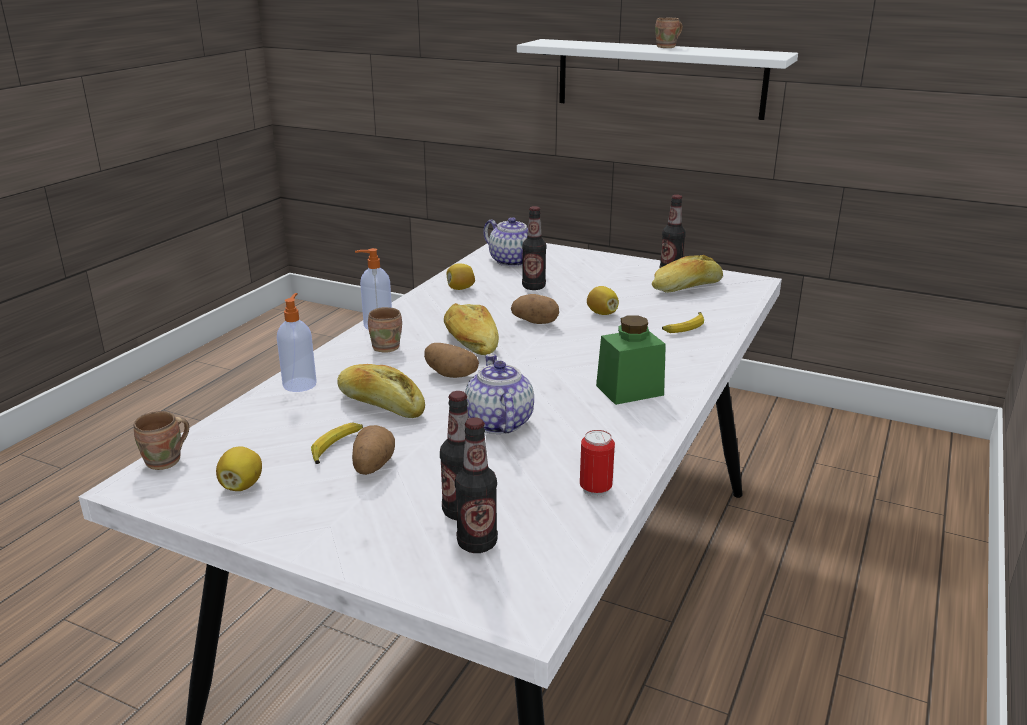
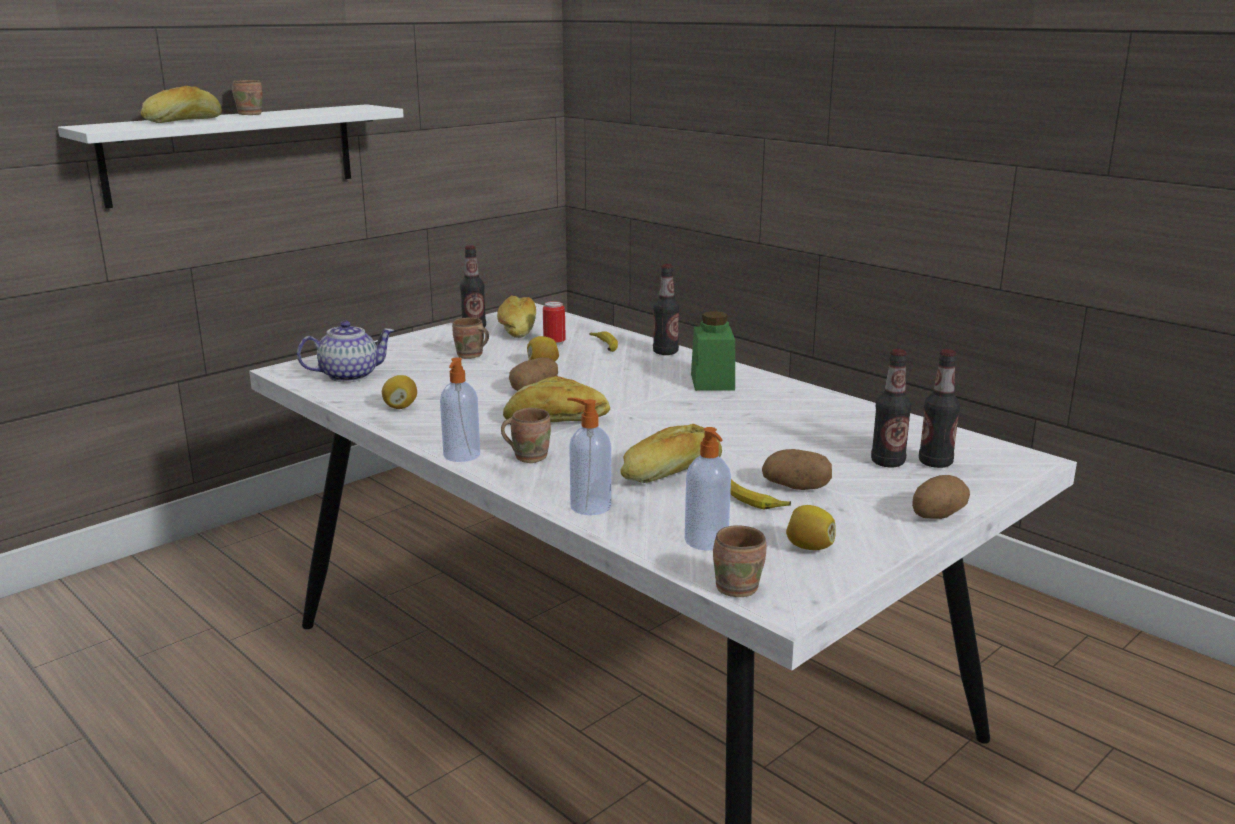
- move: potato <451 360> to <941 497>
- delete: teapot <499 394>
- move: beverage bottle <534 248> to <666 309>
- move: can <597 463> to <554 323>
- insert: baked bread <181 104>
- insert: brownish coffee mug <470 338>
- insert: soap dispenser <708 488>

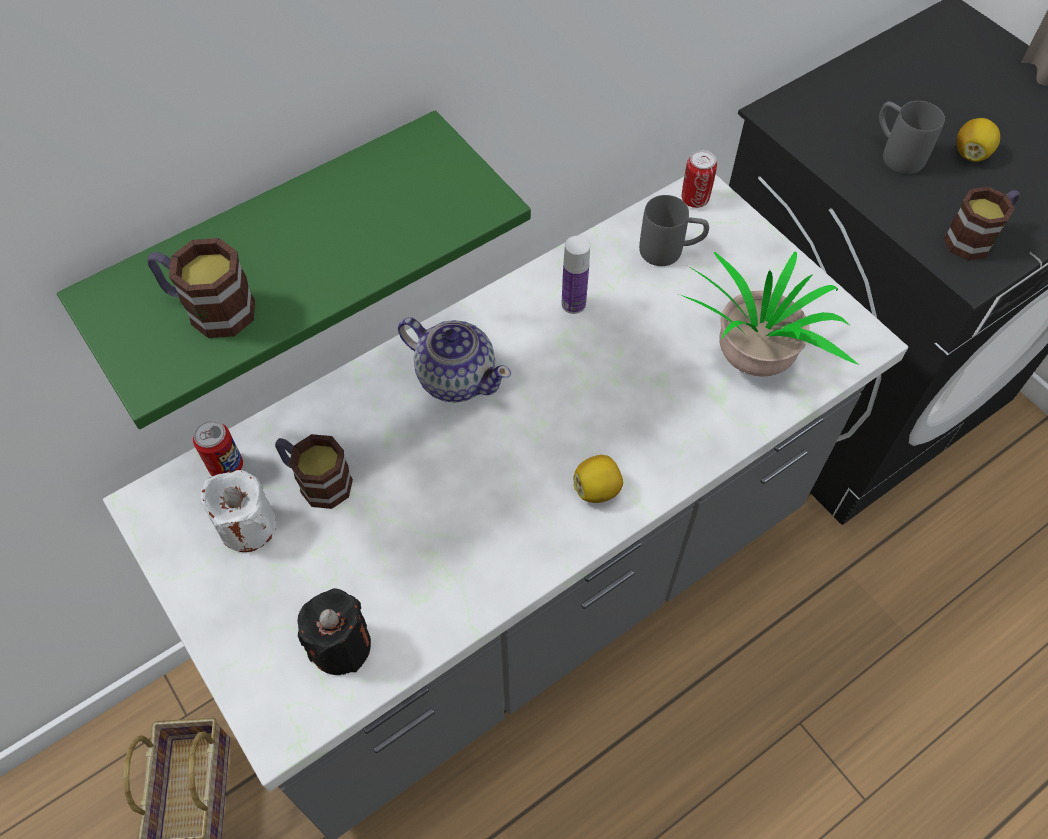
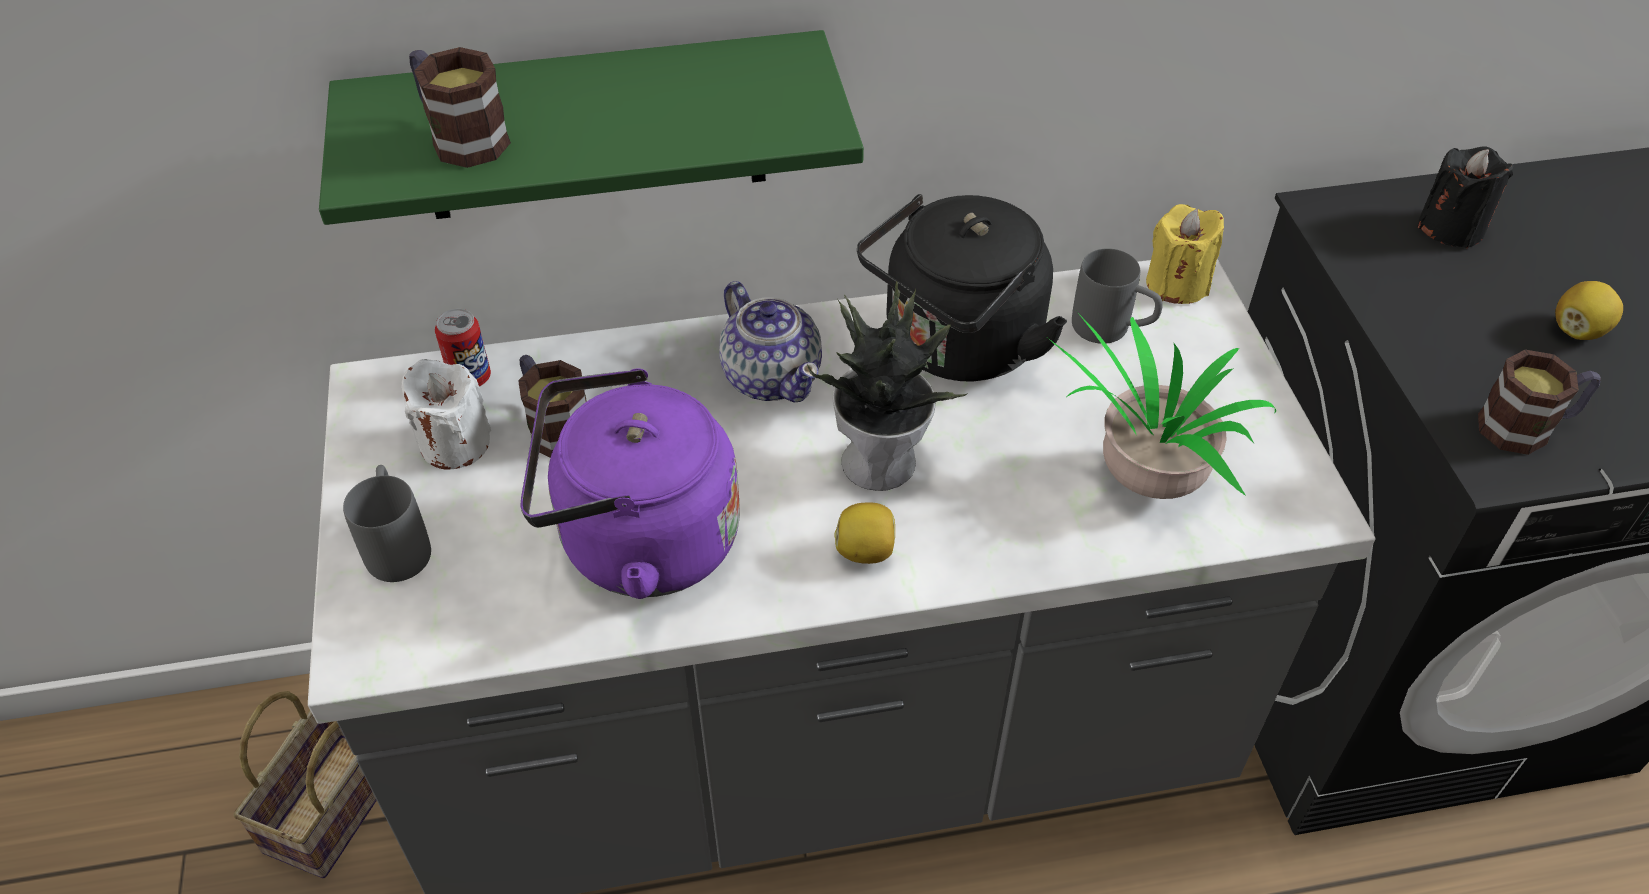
- move: blackish candle <334 631> to <1465 197>
- replace: beverage bottle <576 275> to blackish tea kettle <962 288>
- replace: can <699 179> to yellow-coloured candle <1185 254>
- move: grey coffee mug <912 137> to <387 523>
- insert: purplish tea kettle <630 483>
- insert: potted plant <887 386>

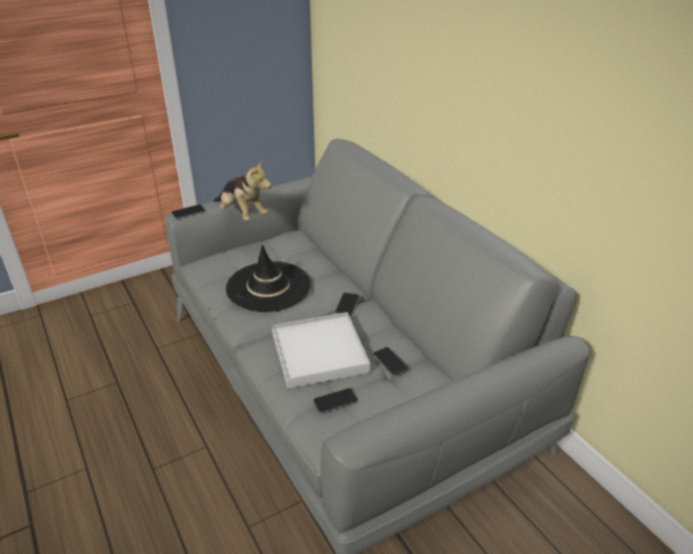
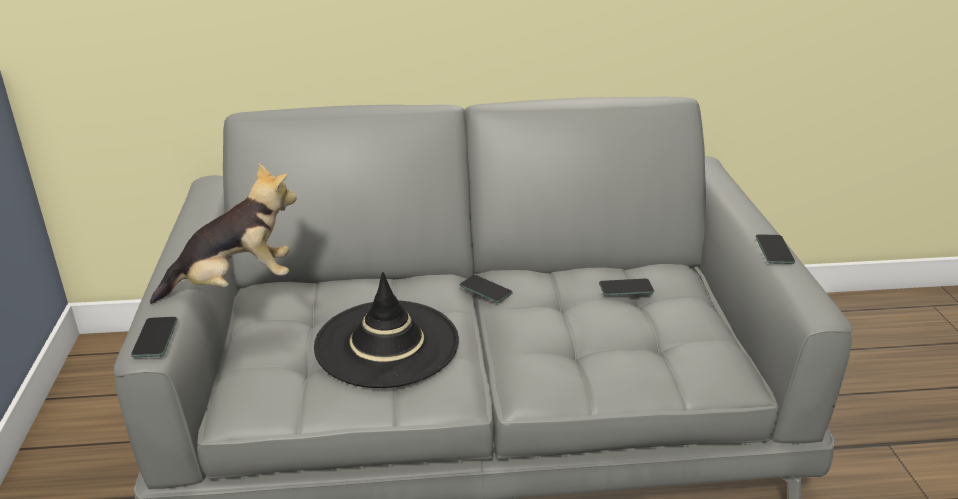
- delete: whitish carrying tray <321 350>
- move: telephone <335 400> to <775 249>

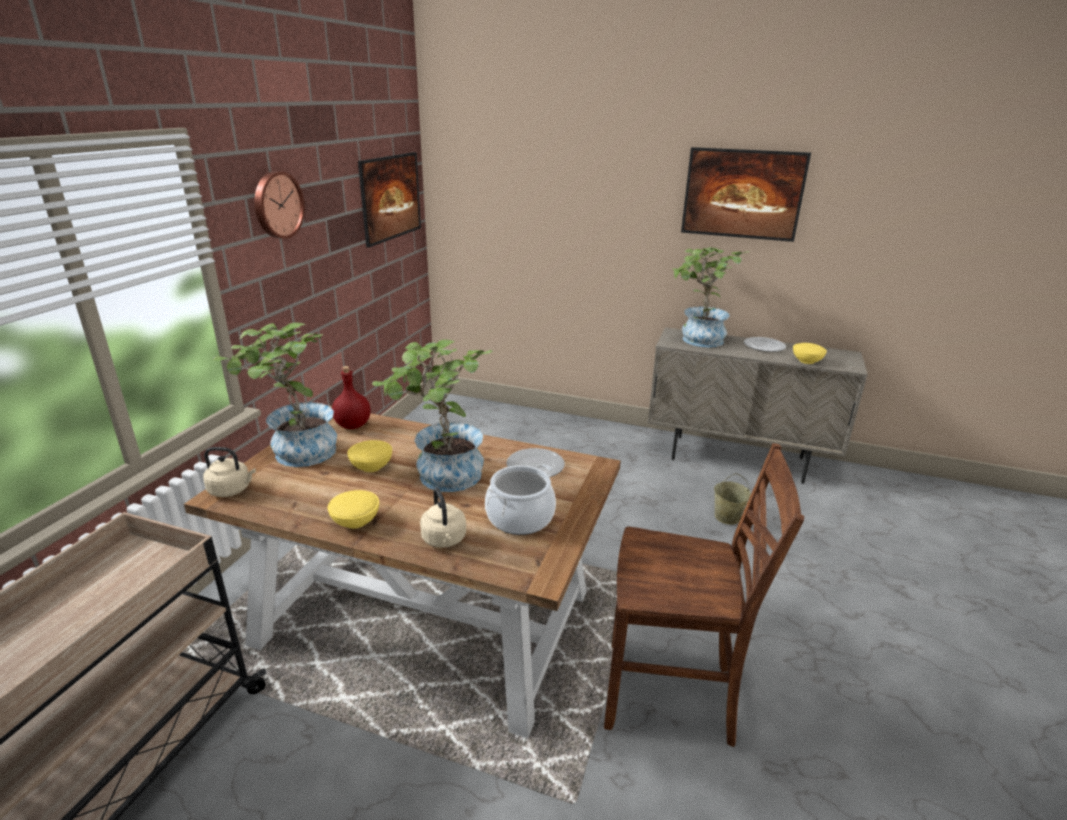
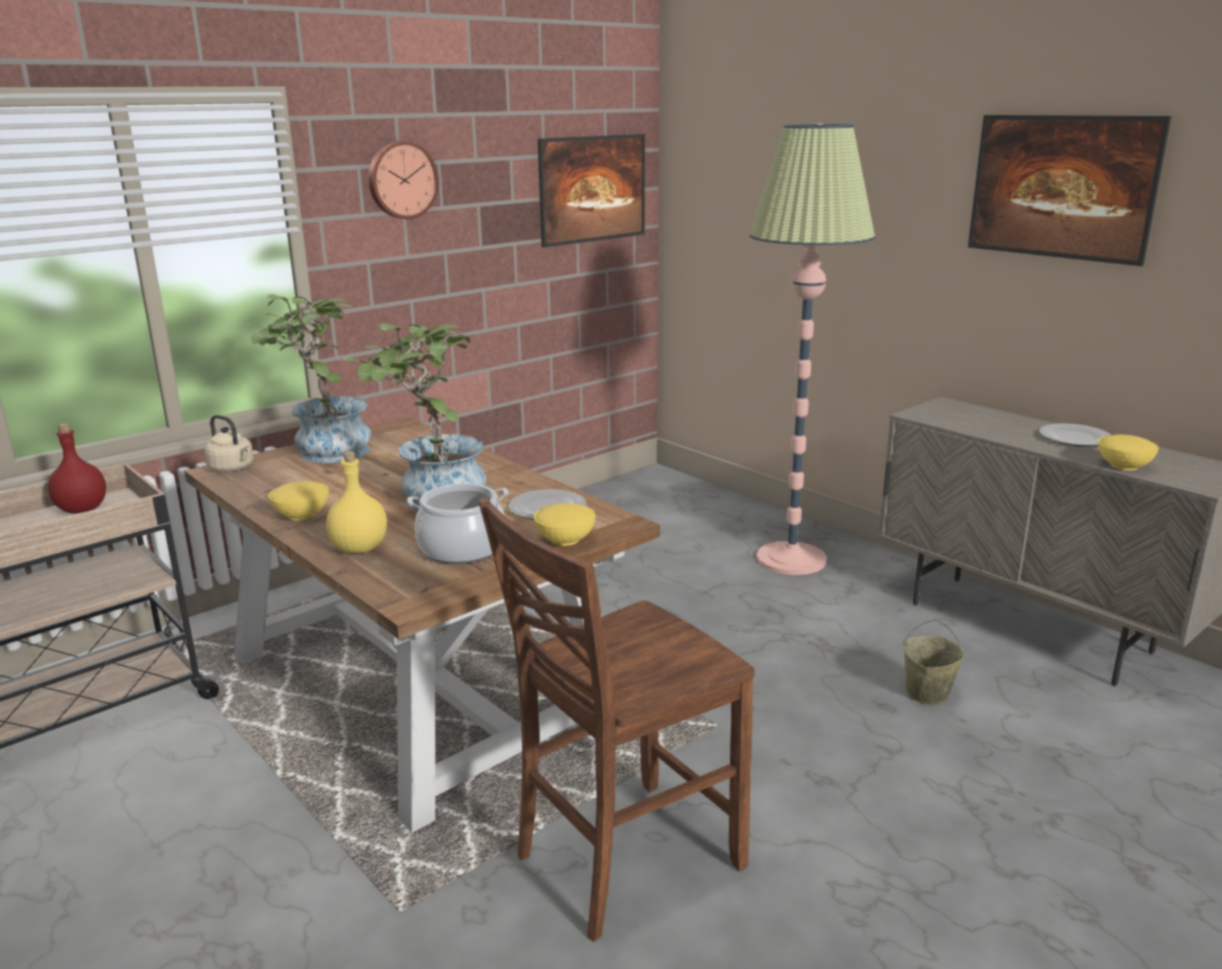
- move: reddish beverage bottle <351 397> to <77 468>
- move: yellow-coloured bowl <369 456> to <565 524>
- replace: beige-coloured tea kettle <443 518> to yellow-coloured beverage bottle <356 502>
- rotate: brownish upright chair <704 595> = <616 719> 105 degrees clockwise
- delete: potted plant <711 297>
- insert: floor lamp <812 349>

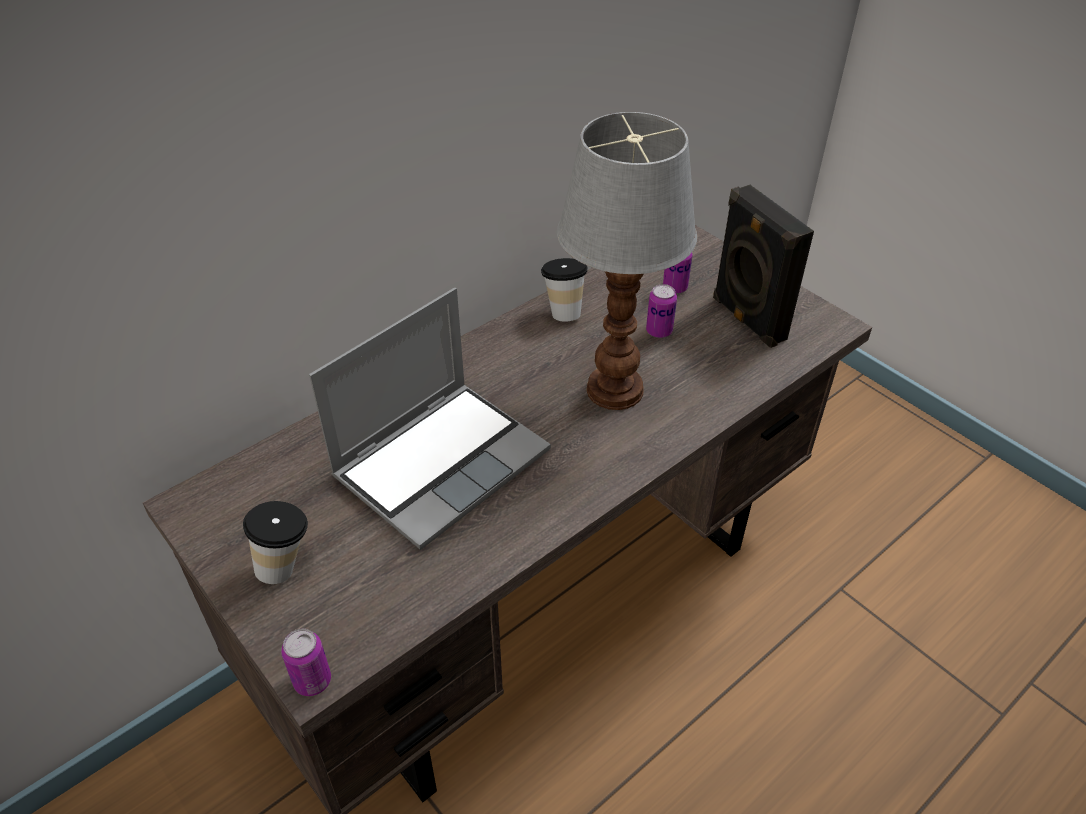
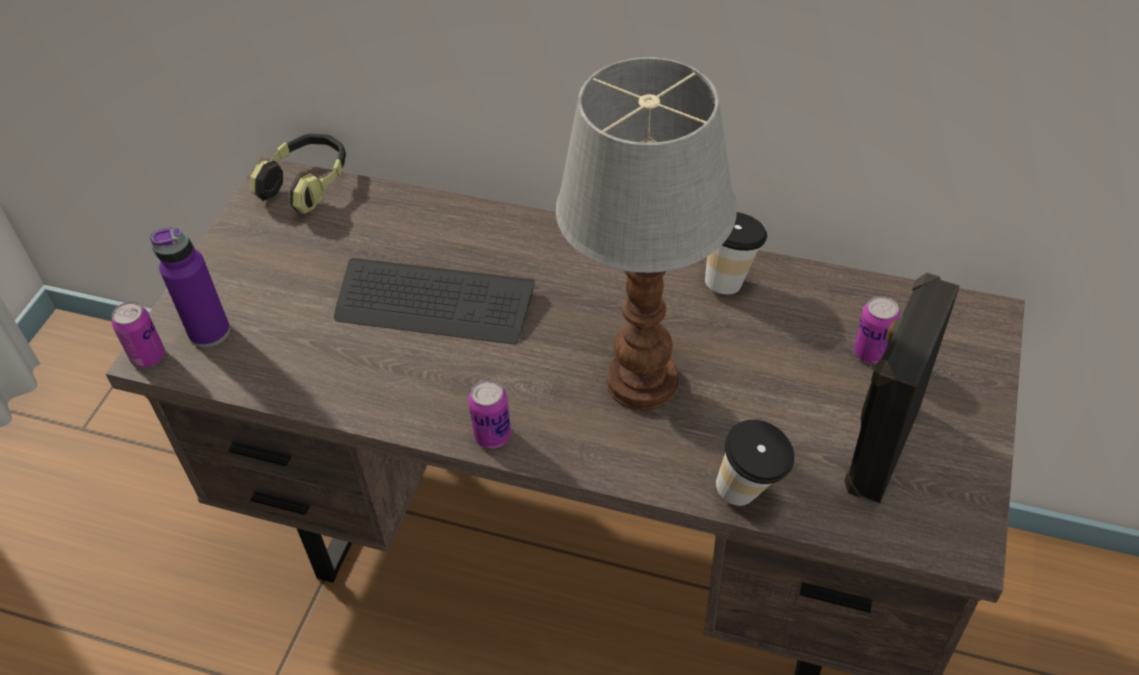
- move: cup <275 542> to <755 463>
- replace: laptop <430 419> to keyboard <434 301>
- move: can <661 311> to <489 414>
- insert: purplish beverage bottle <190 287>
- insert: headphones <298 174>

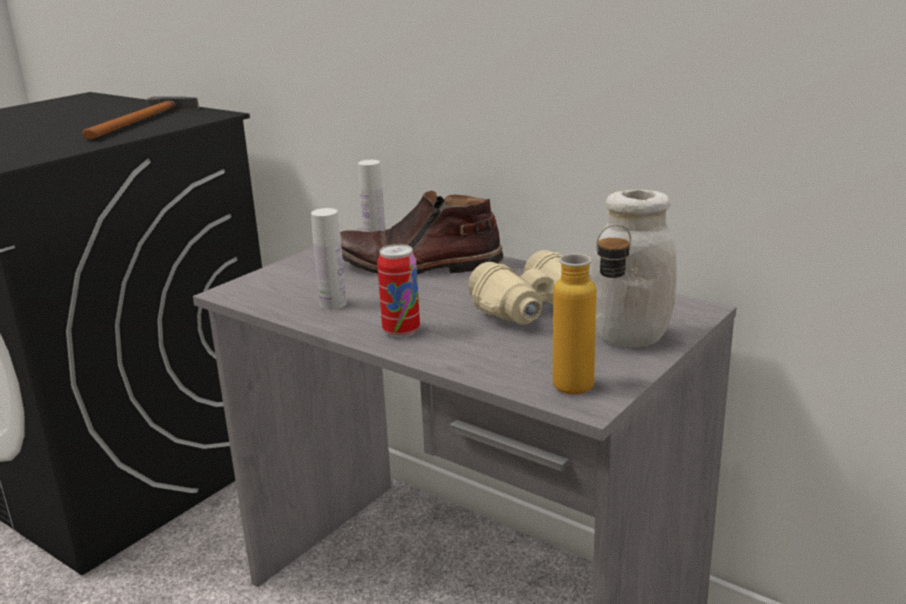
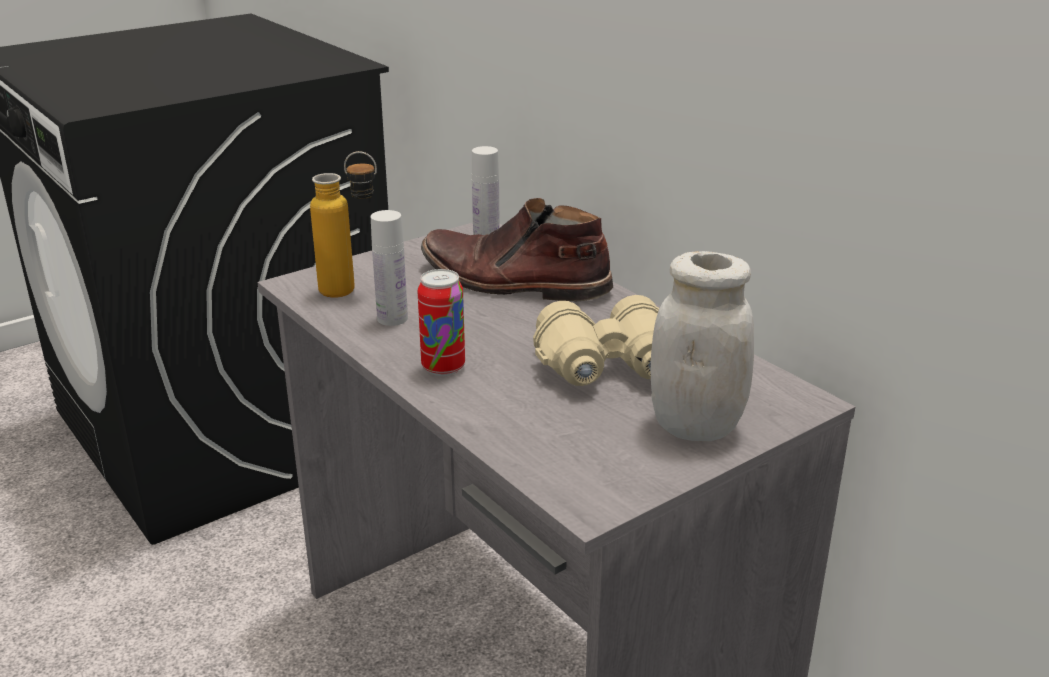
- delete: tool hammer <140 117>
- move: beverage bottle <592 309> to <343 224>

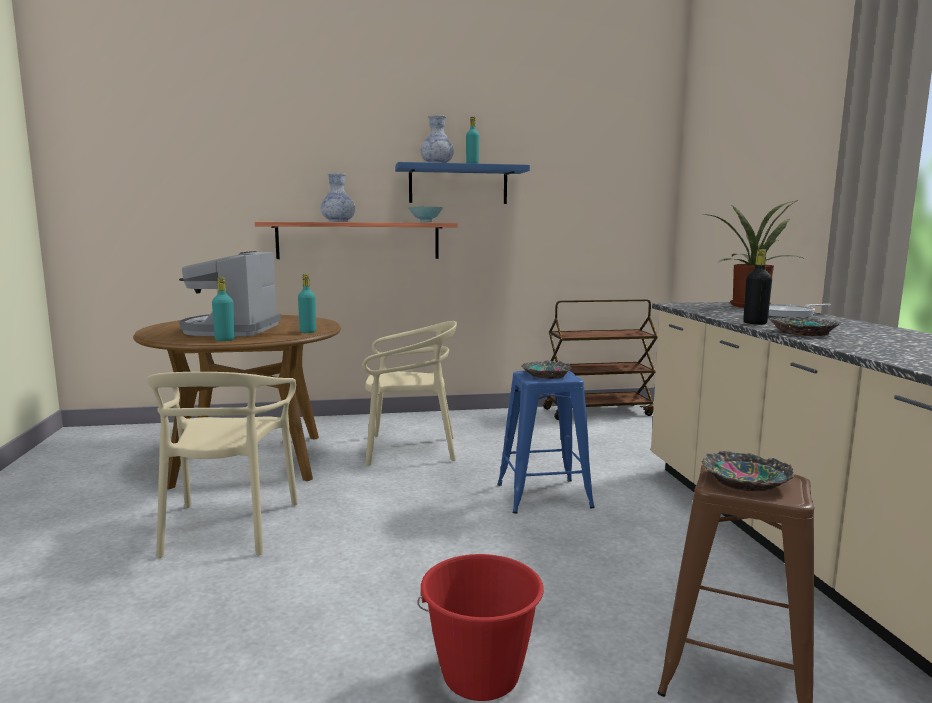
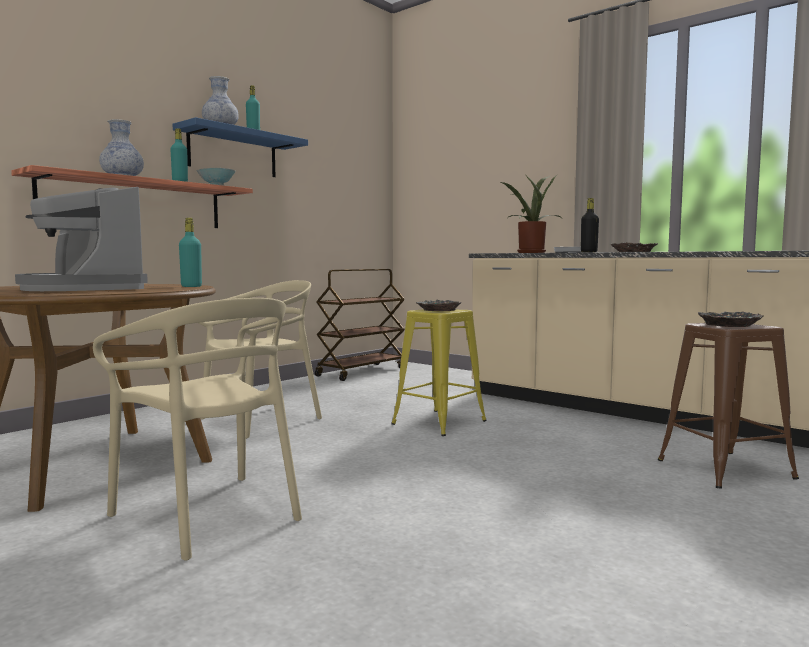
- move: blue-green beverage bottle <223 309> to <179 155>
- delete: reddish water bucket <480 627>
- recolor: blue stool seat <546 442> to yellow-coloured stool seat <439 372>

